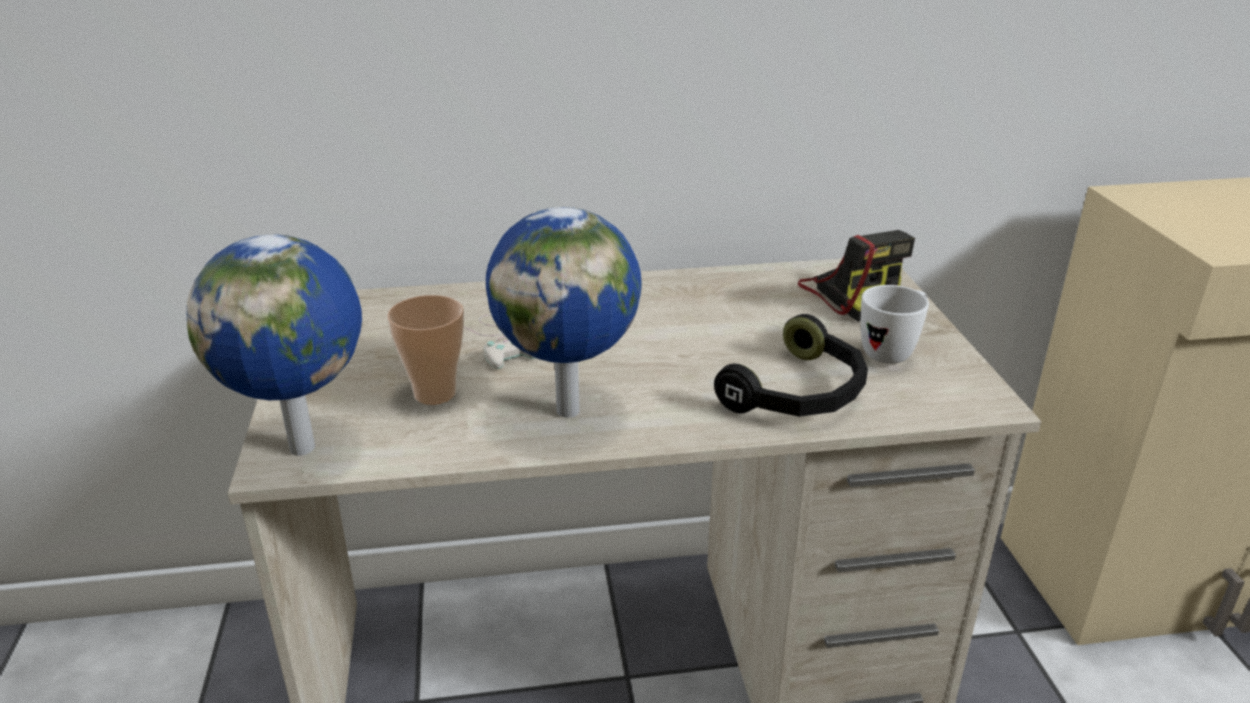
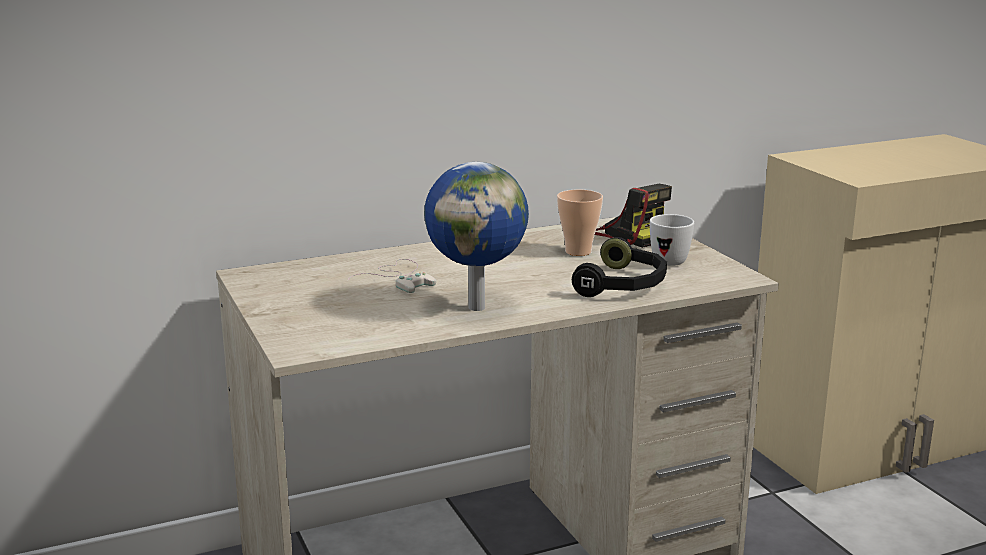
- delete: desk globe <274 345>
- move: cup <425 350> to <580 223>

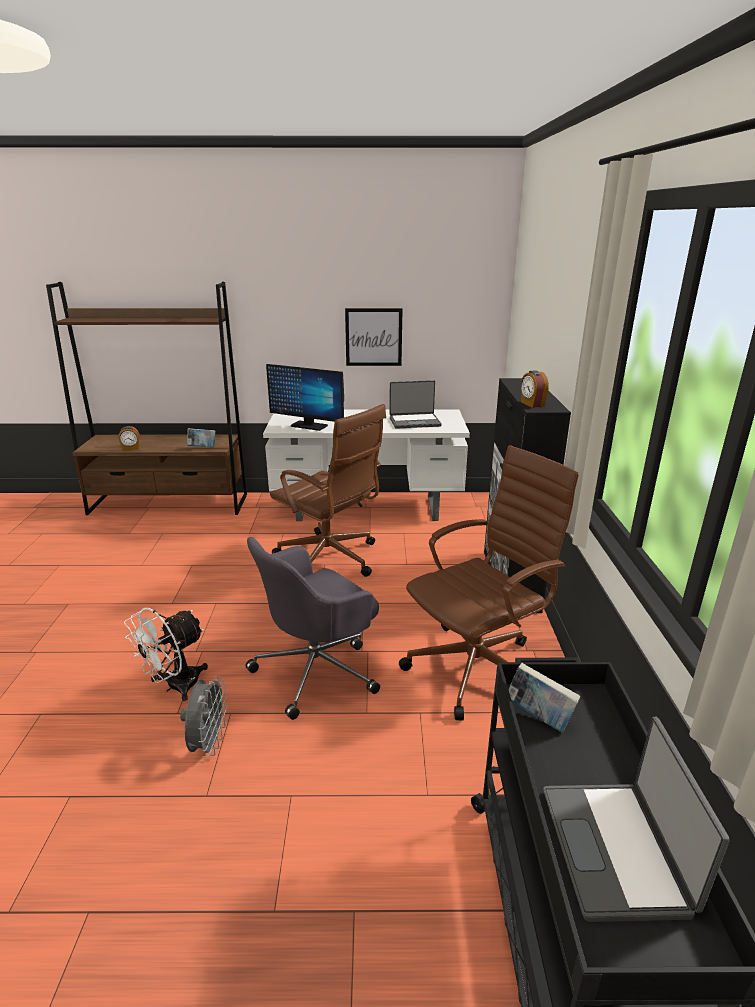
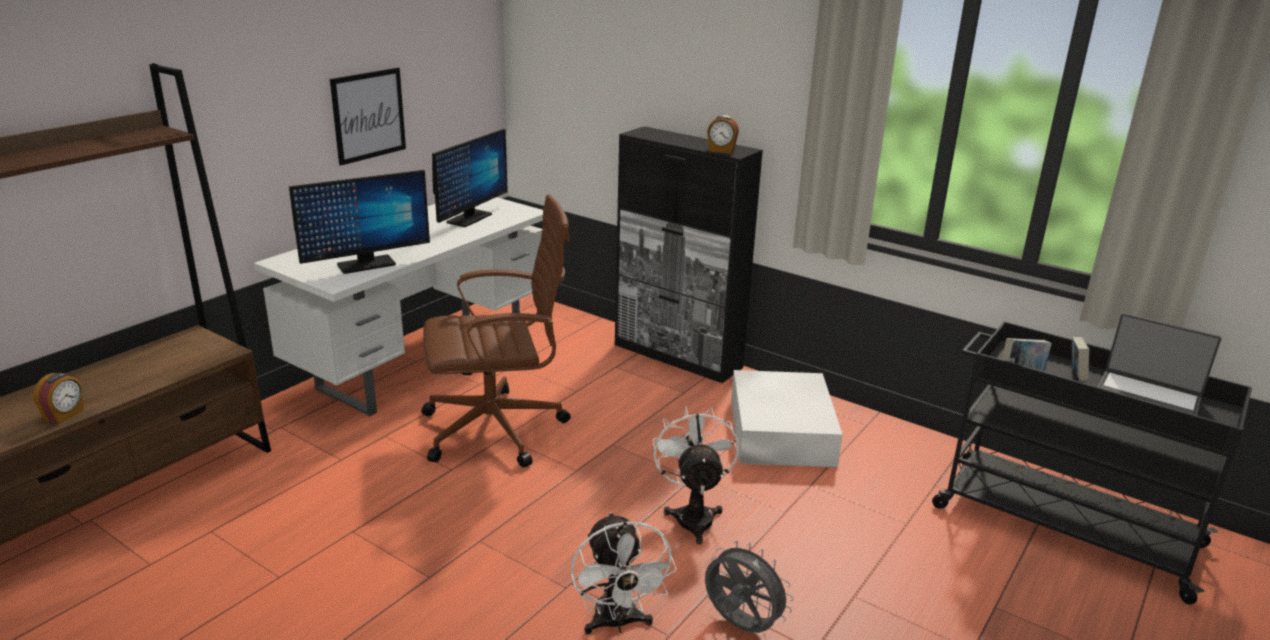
- move: bound book <201 438> to <1080 359>
- replace: grey office chair <312 628> to whitish electric fan <696 475>
- replace: laptop <415 404> to monitor <470 178>
- replace: brownish office chair <489 582> to whitish storage box <787 418>

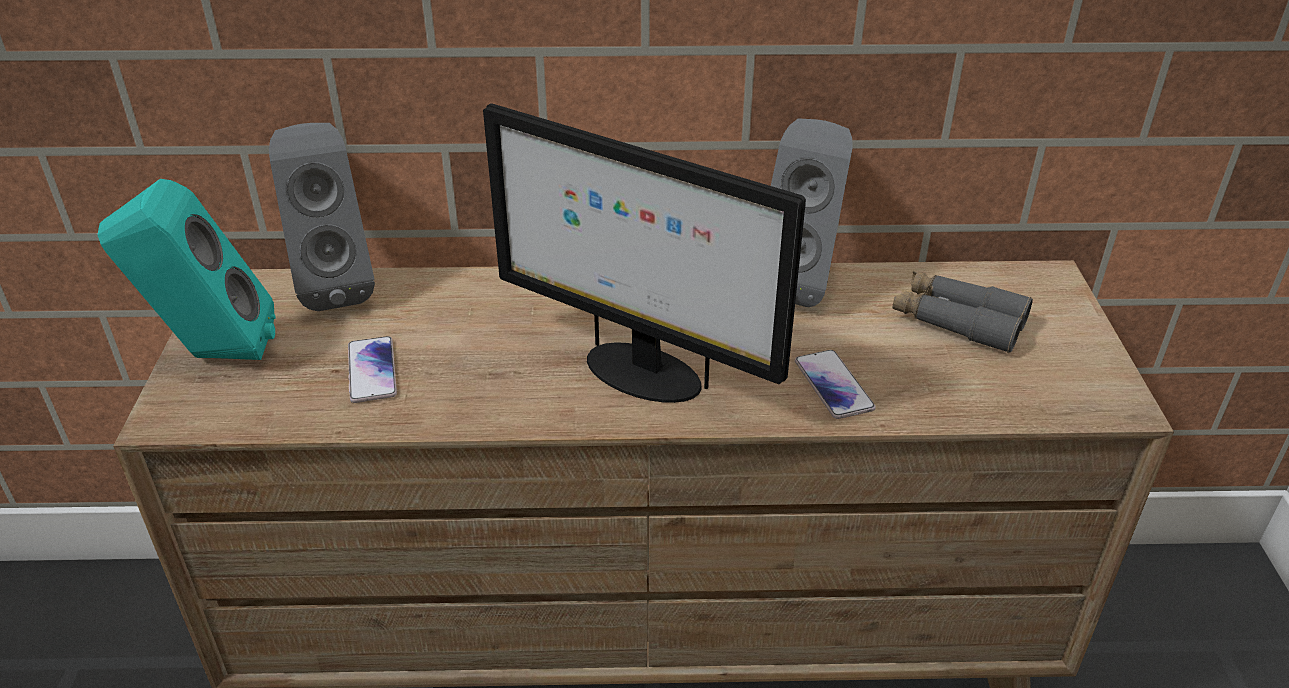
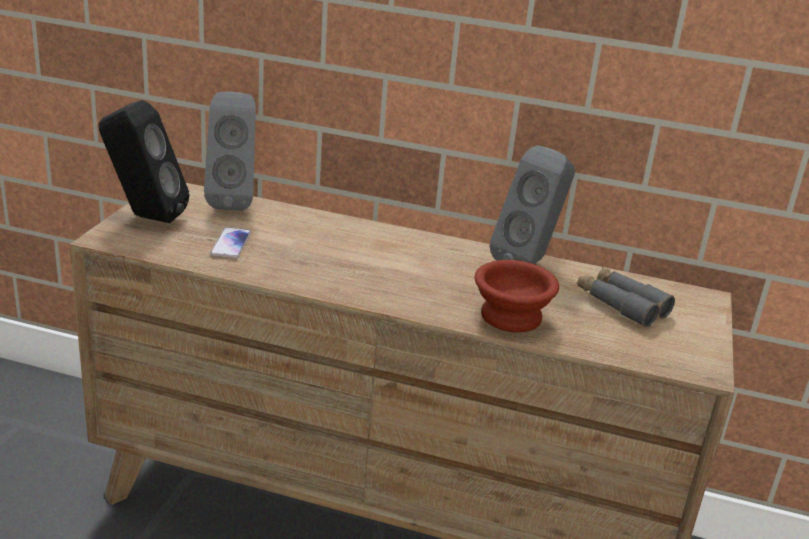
- recolor: blue-green speaker <187 269> to blackish speaker <144 161>
- delete: monitor <644 253>
- replace: telephone <835 384> to brownish bowl <517 296>

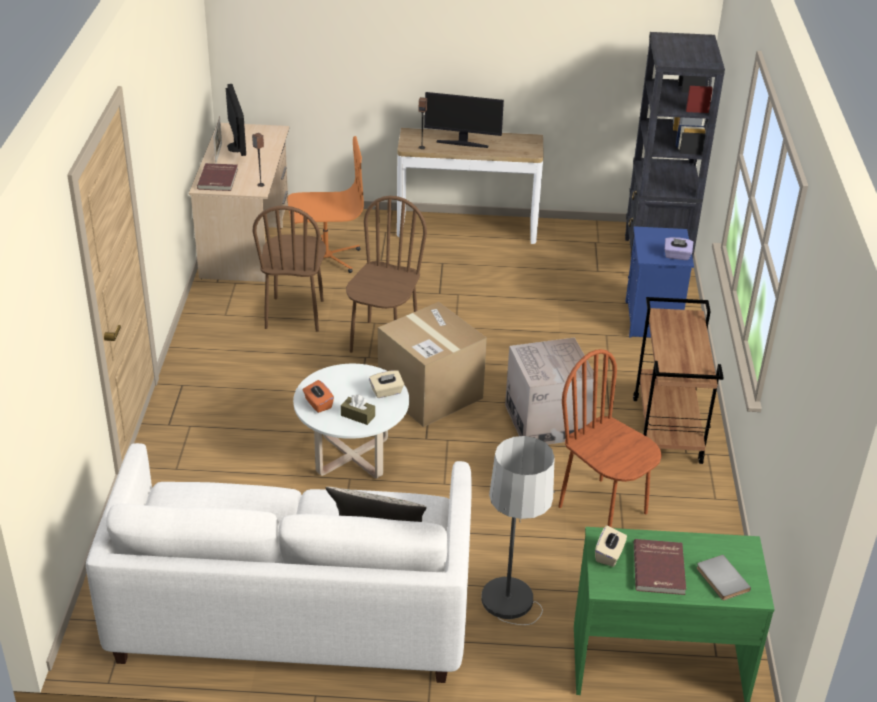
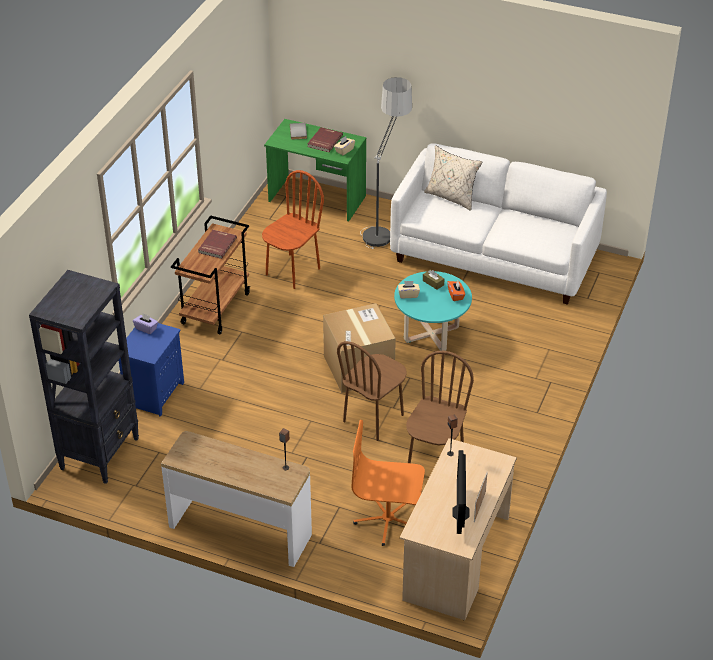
- move: reddish bound book <217 177> to <217 244>
- recolor: whitish coffee table <351 421> to blue-green coffee table <433 311>
- delete: monitor <464 120>
- delete: carton <549 391>
- rotate: brownish upright chair <610 438> = <293 229> 120 degrees counterclockwise

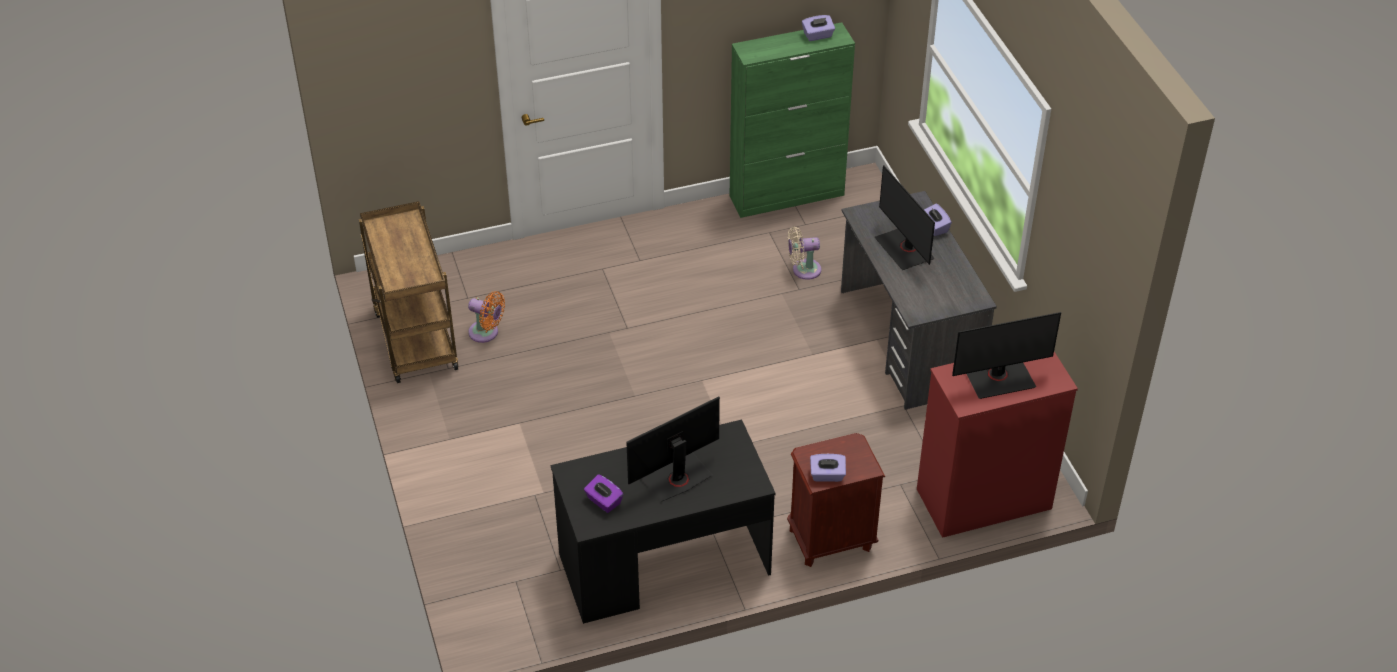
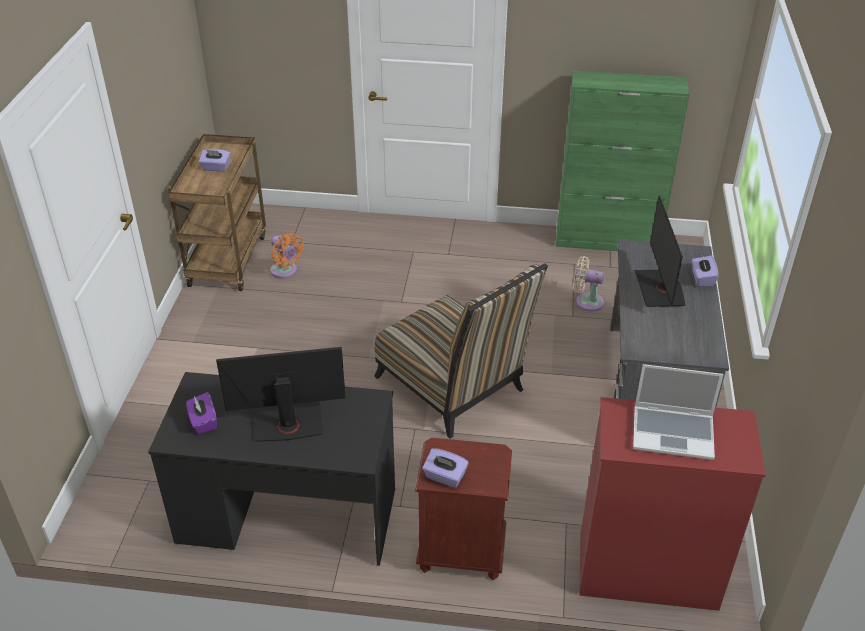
- move: purplish tissue holder <818 28> to <214 160>
- replace: monitor <1006 355> to laptop <678 412>
- insert: upright chair <461 351>

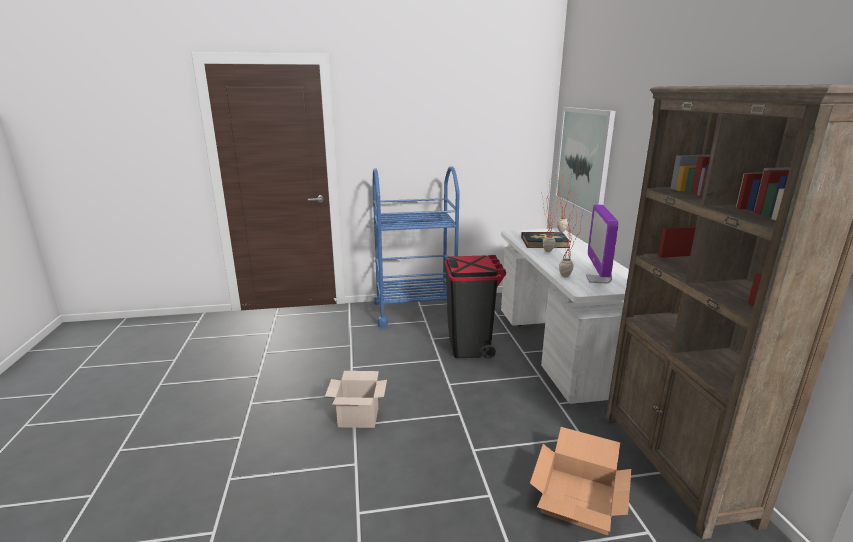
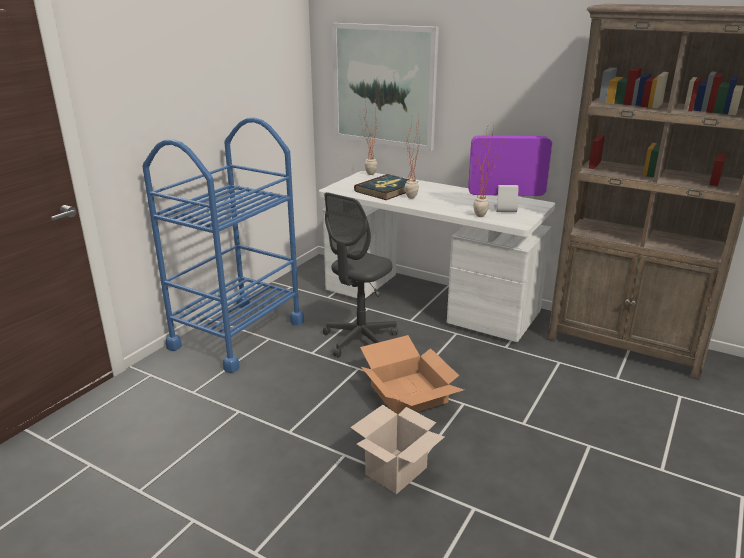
- replace: blackish rubbish bin <475 307> to grey office chair <360 275>
- move: carton <580 481> to <412 374>
- rotate: monitor <602 243> = <510 174> 135 degrees clockwise

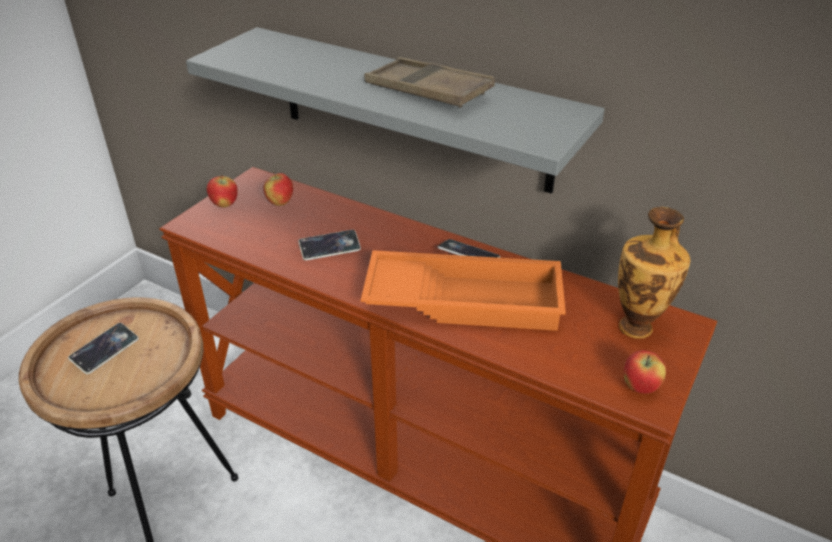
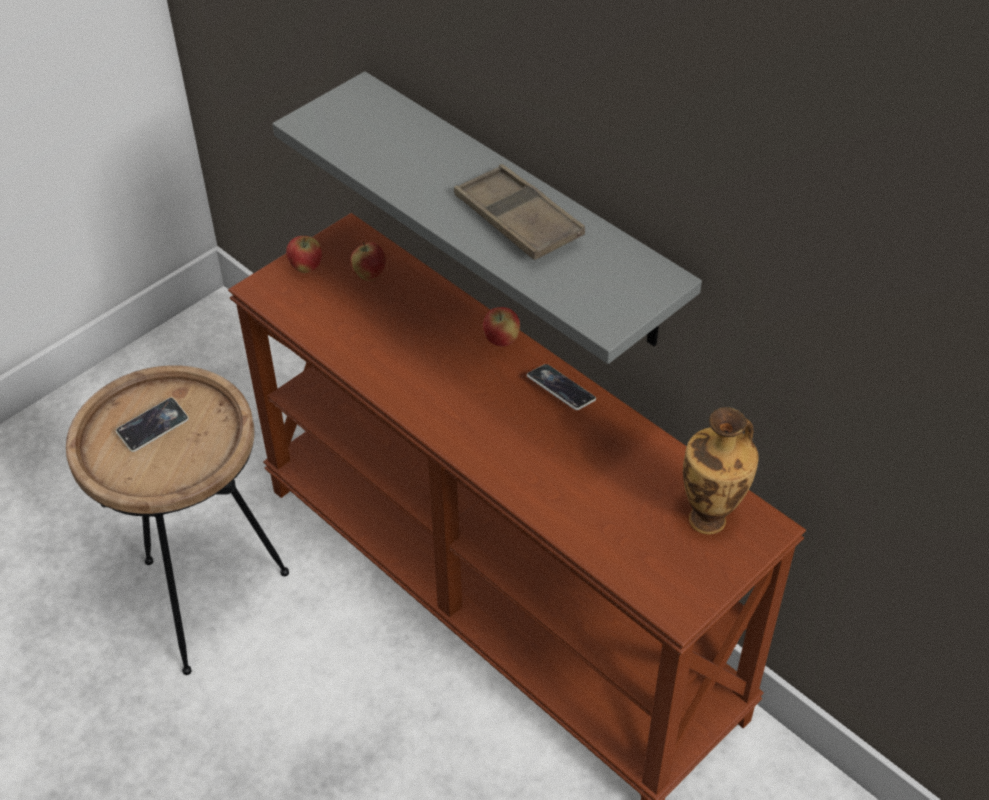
- delete: telephone <330 245>
- delete: orange carrying tray <463 290>
- move: apple fruit <645 372> to <501 327>

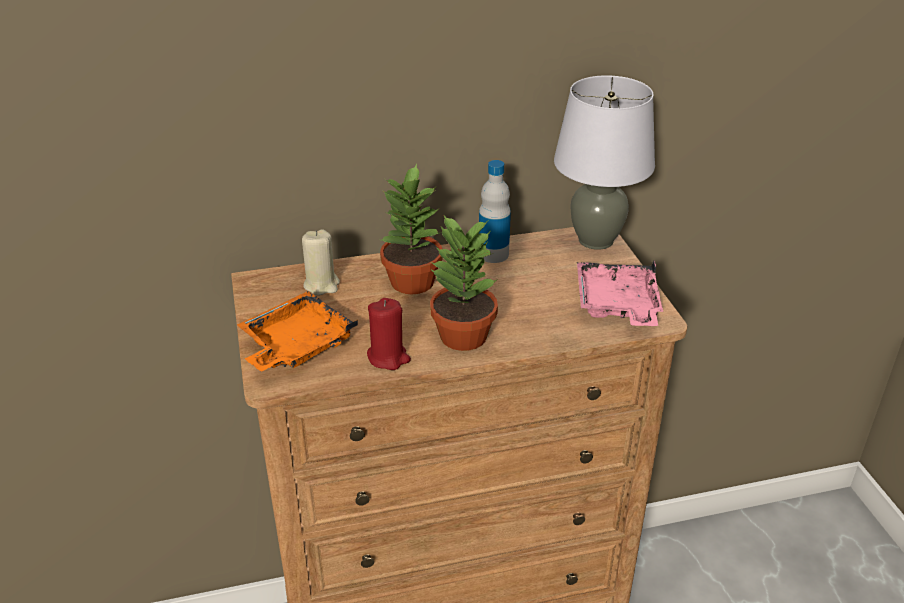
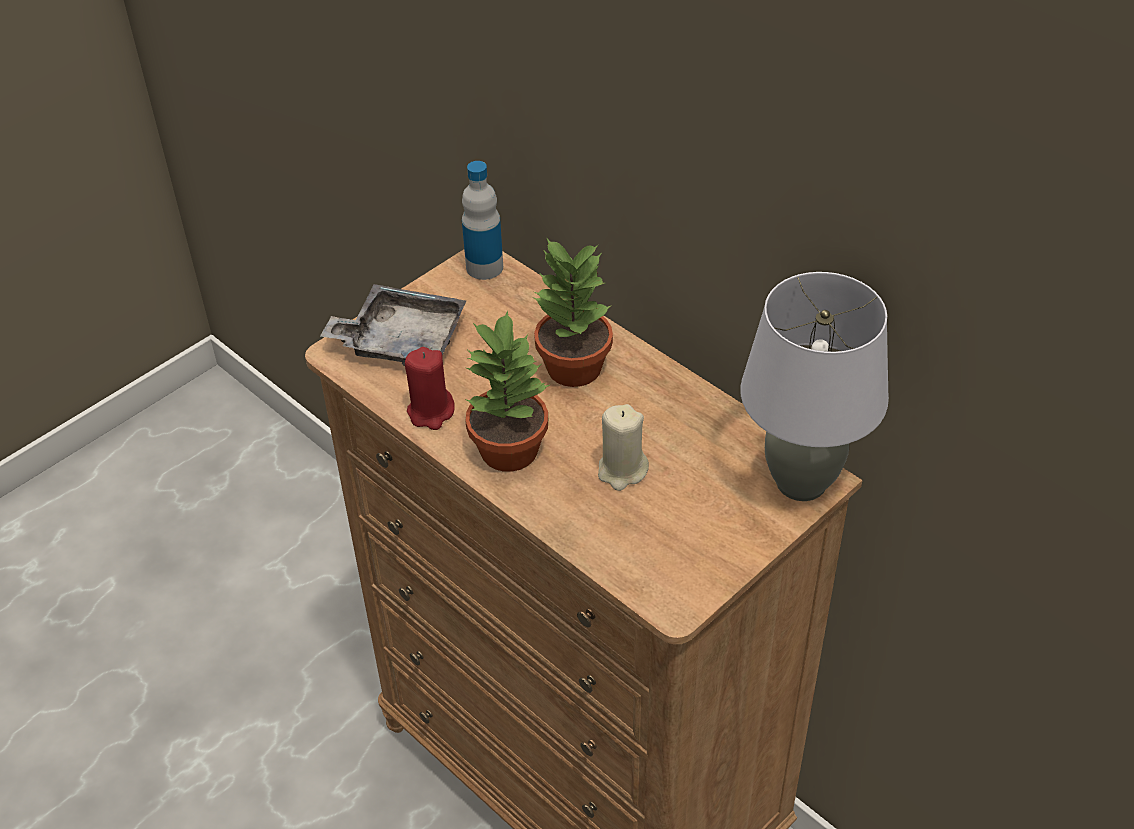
- recolor: orange carrying tray <297 331> to grey carrying tray <393 325>
- move: beige-coloured candle <321 262> to <623 447>
- move: beverage bottle <495 211> to <482 220>
- delete: pinkish carrying tray <620 293>

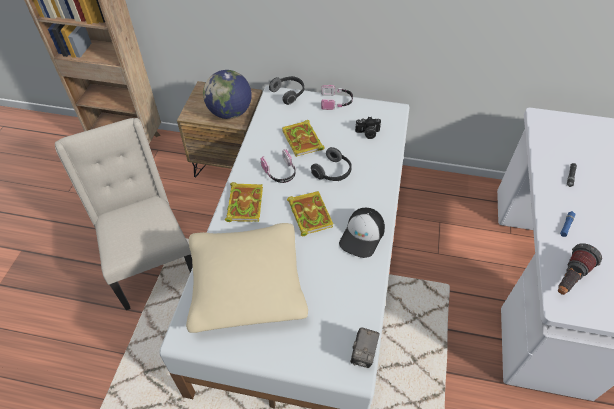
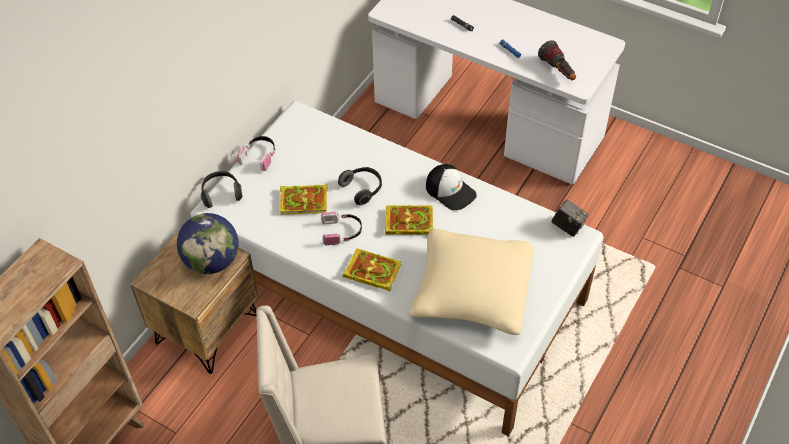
- delete: photo camera <368 128>

